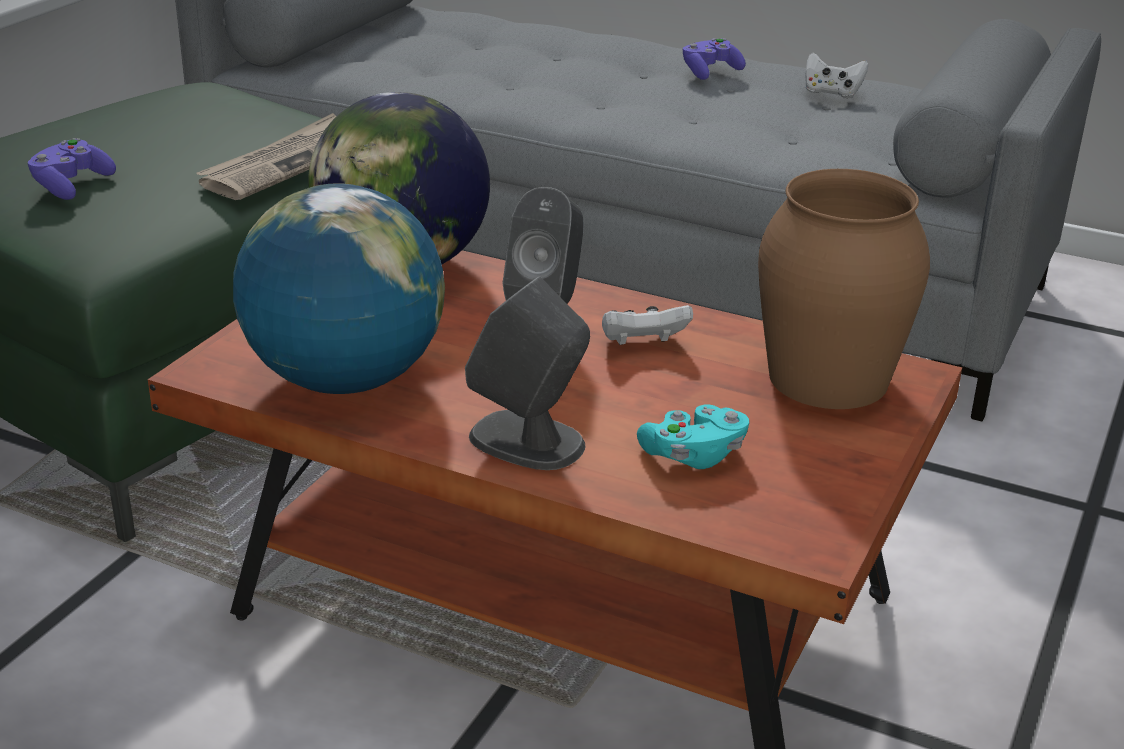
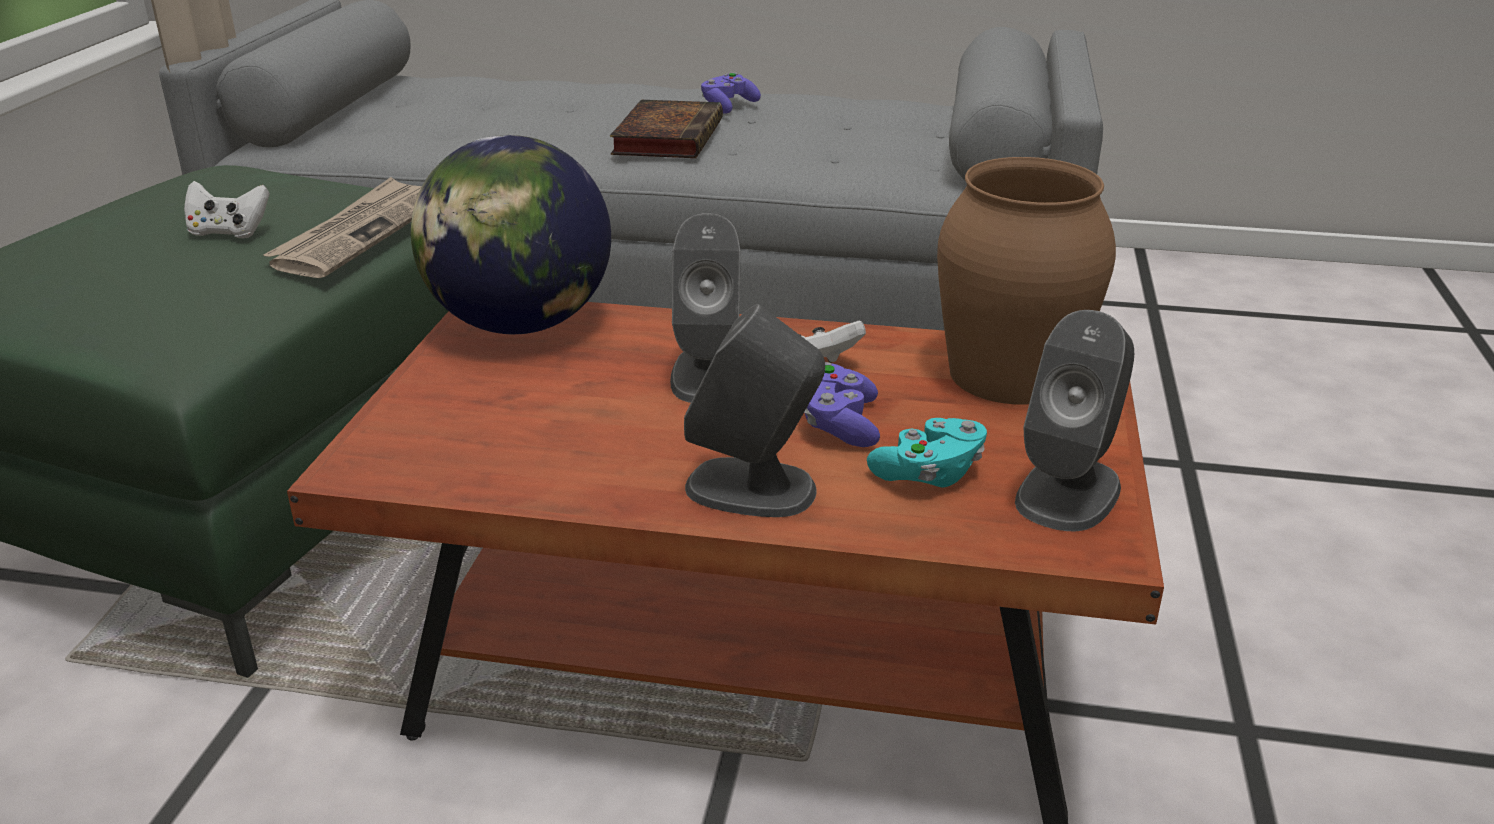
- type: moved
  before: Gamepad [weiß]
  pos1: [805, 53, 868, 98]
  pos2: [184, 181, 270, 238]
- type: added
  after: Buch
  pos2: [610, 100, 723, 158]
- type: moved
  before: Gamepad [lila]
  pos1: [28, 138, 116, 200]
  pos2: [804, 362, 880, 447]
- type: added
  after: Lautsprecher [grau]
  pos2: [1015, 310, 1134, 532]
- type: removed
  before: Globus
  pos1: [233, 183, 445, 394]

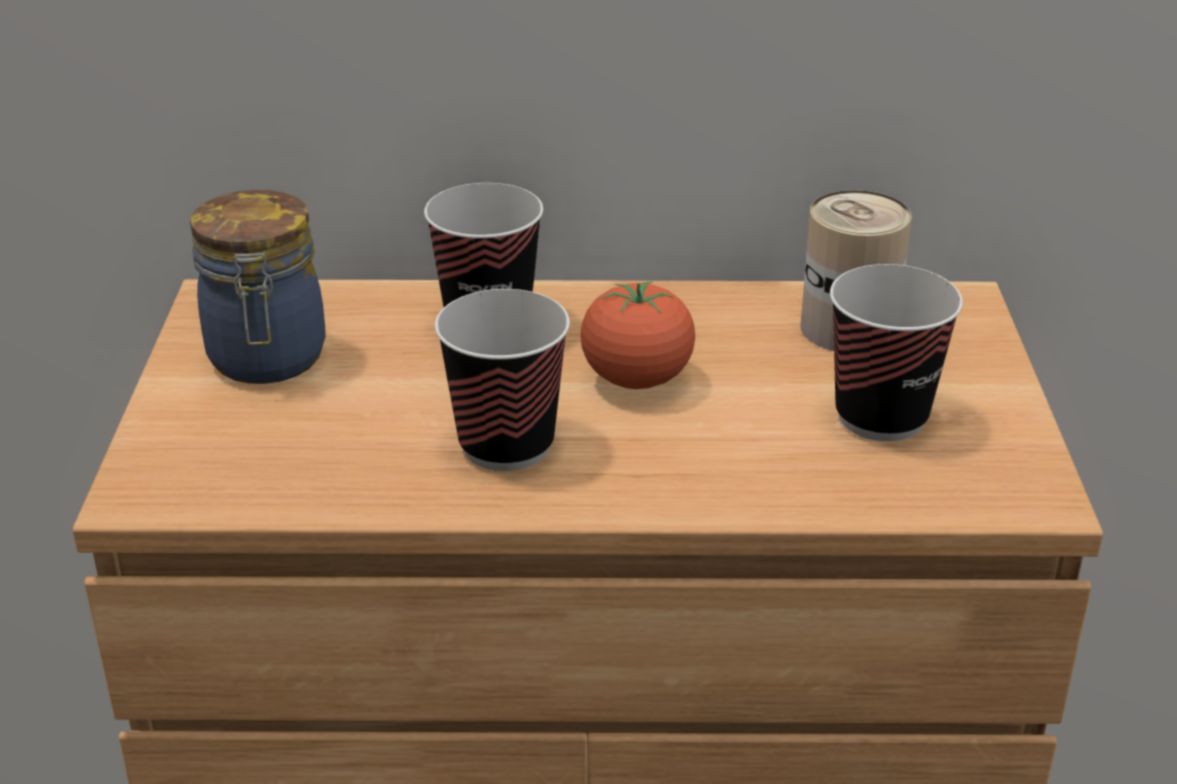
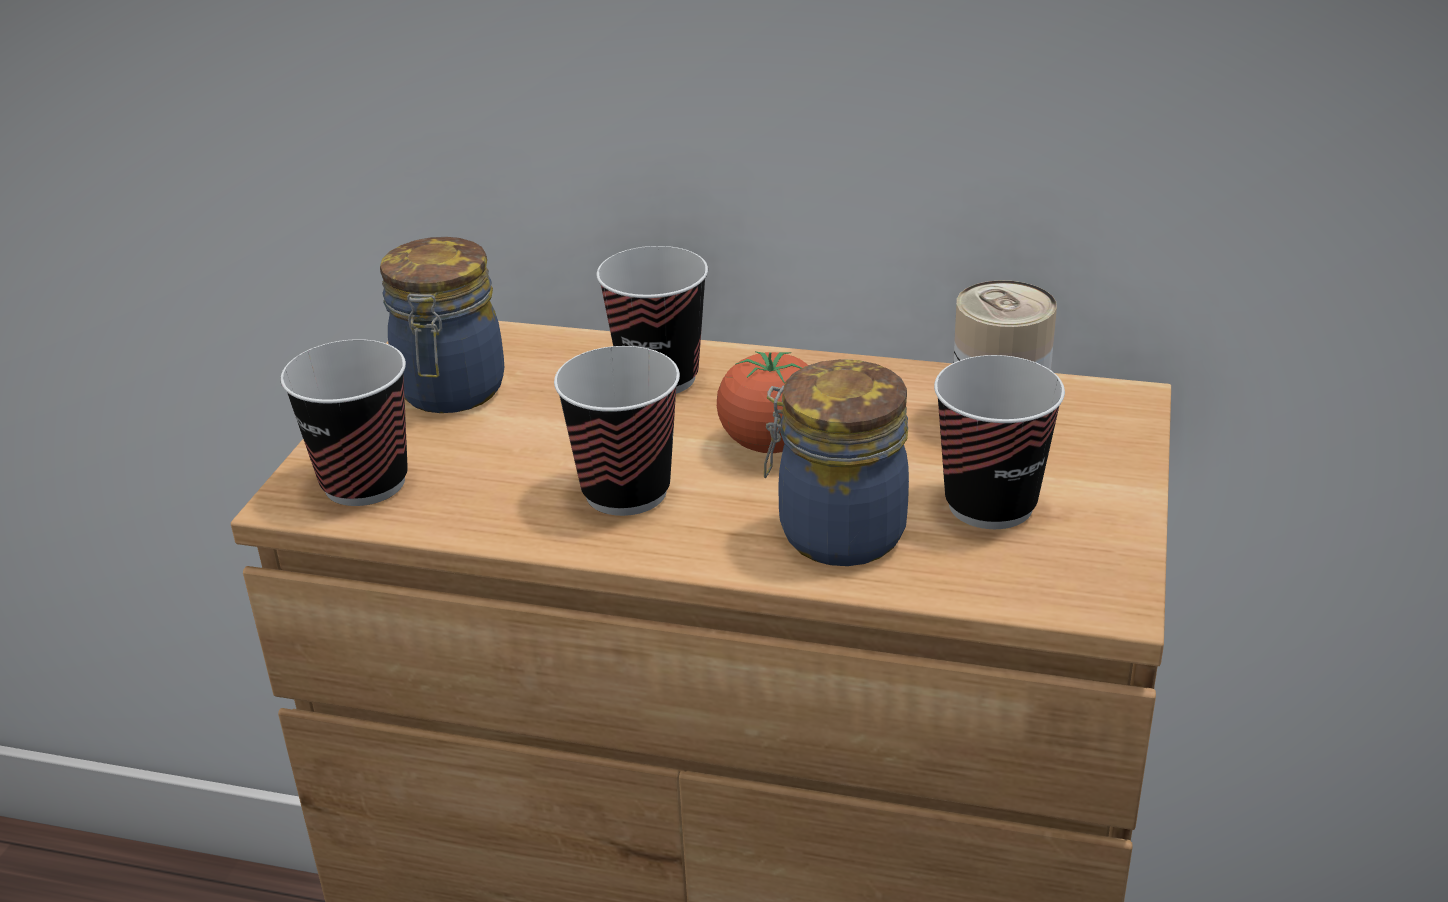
- type: added
  after: Tasse
  pos2: [281, 339, 408, 506]
- type: added
  after: Vorratsglas
  pos2: [764, 359, 909, 566]

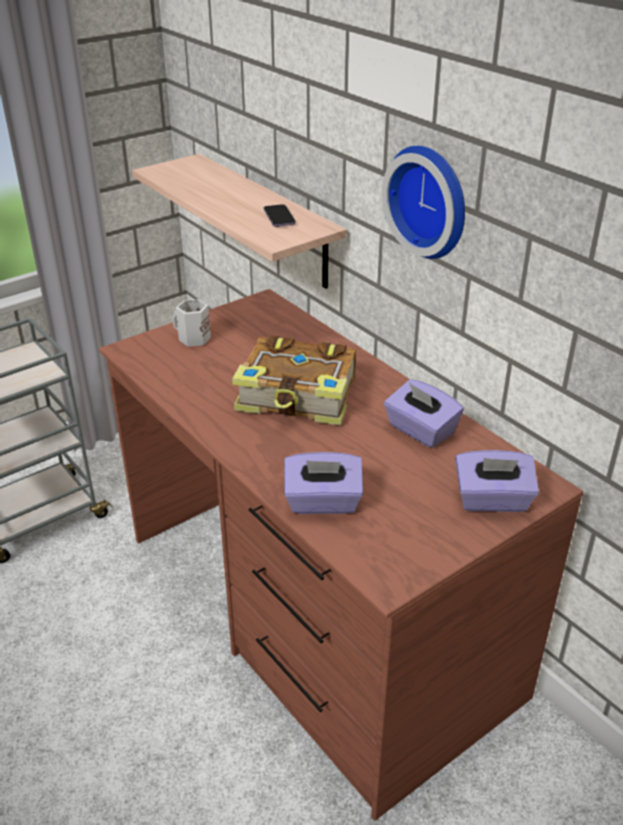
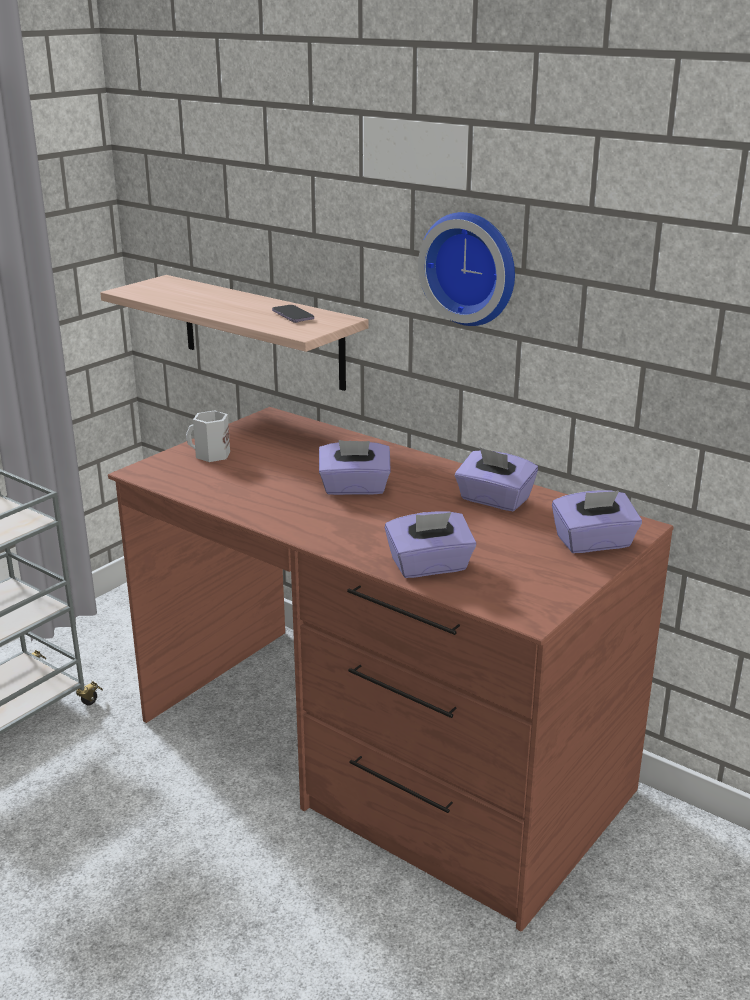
- type: replaced
  before: Buch
  after: Taschentuchbox [lila]
  pos1: [232, 335, 356, 425]
  pos2: [319, 440, 391, 495]

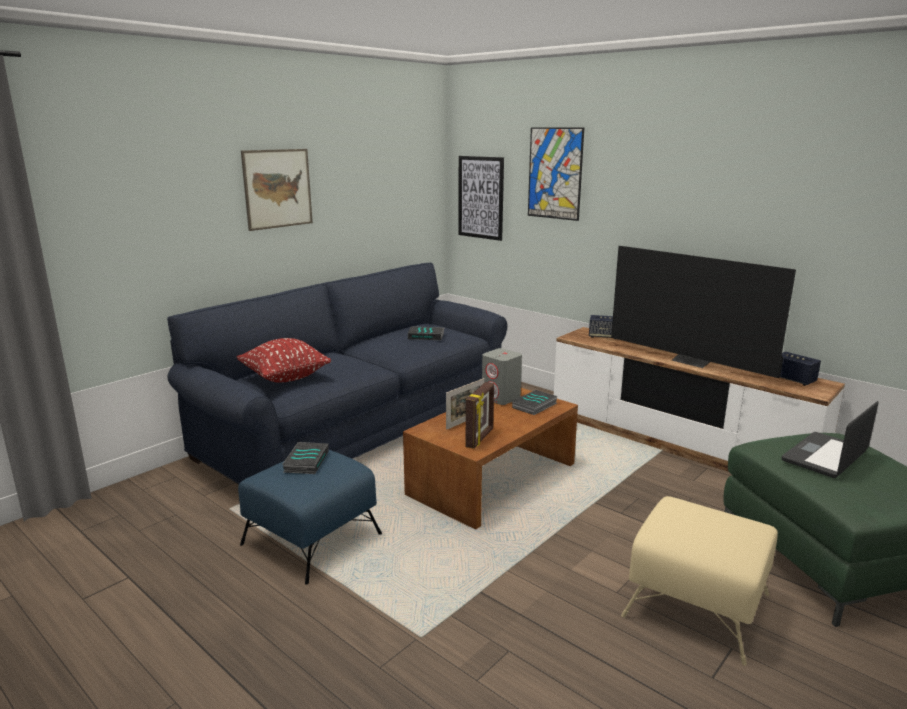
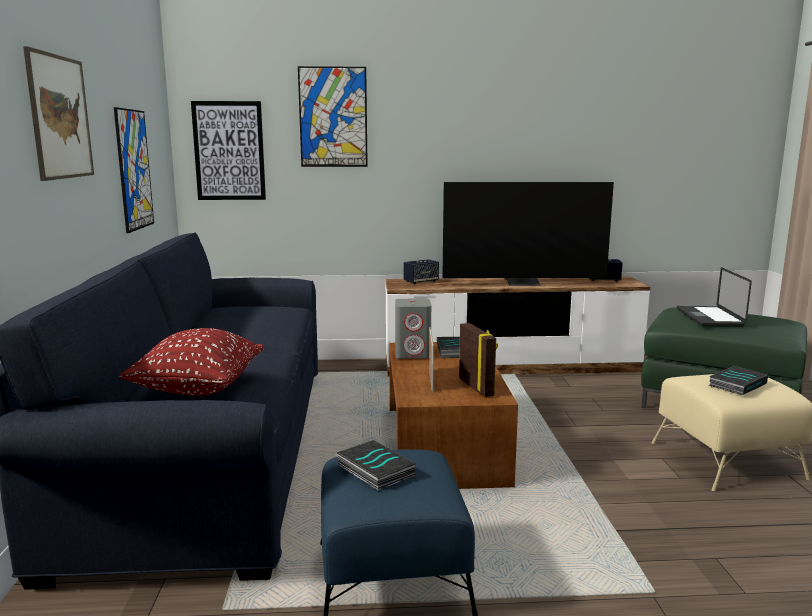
- type: added
  after: Bild
  pos2: [114, 107, 154, 233]
- type: moved
  before: Buch
  pos1: [408, 326, 444, 340]
  pos2: [709, 366, 768, 395]

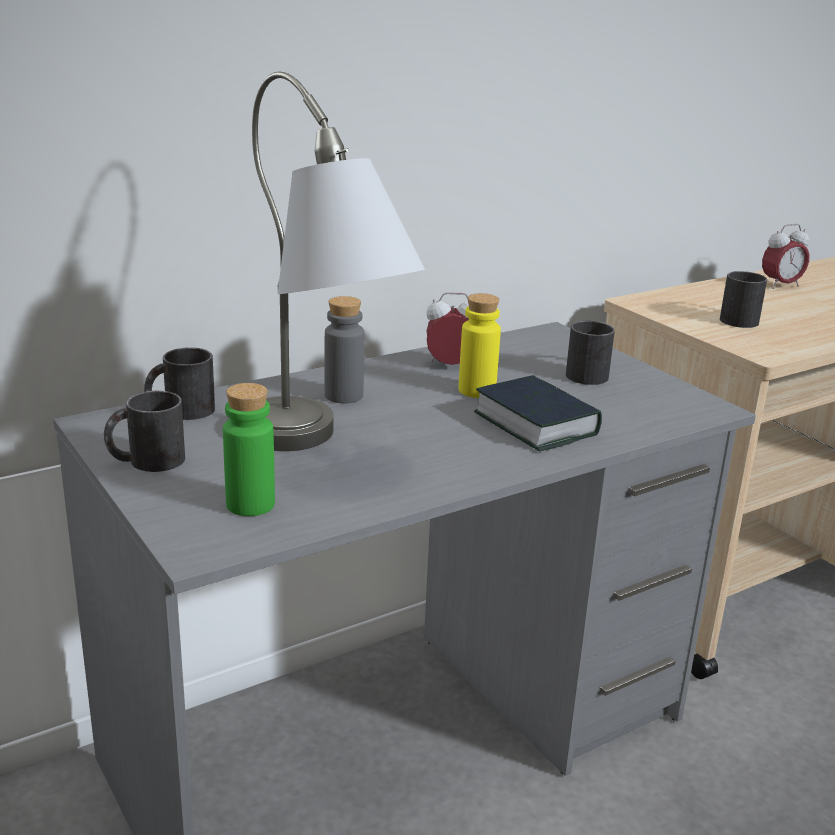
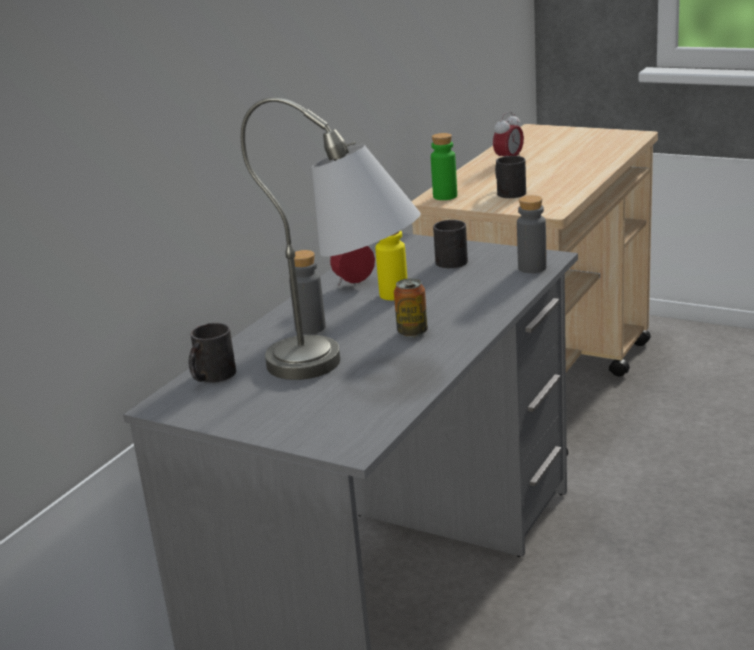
- type: added
  after: Dose
  pos2: [394, 278, 428, 337]
- type: moved
  before: Flasche [grün]
  pos1: [223, 383, 275, 516]
  pos2: [431, 133, 457, 200]
- type: added
  after: Flasche [grau]
  pos2: [517, 195, 547, 273]
- type: removed
  before: Henkelbecher [schwarz]
  pos1: [104, 391, 185, 472]
- type: removed
  before: Buch
  pos1: [474, 375, 602, 452]

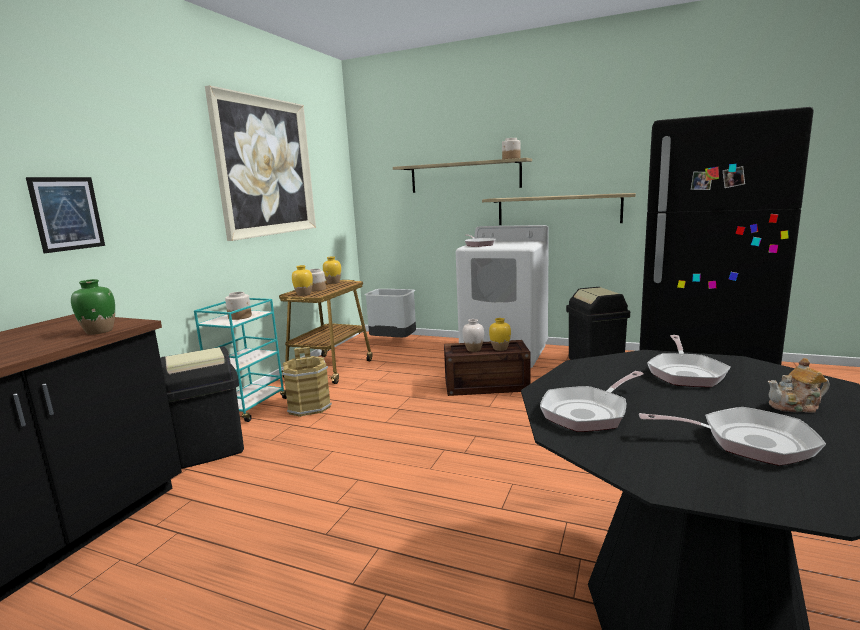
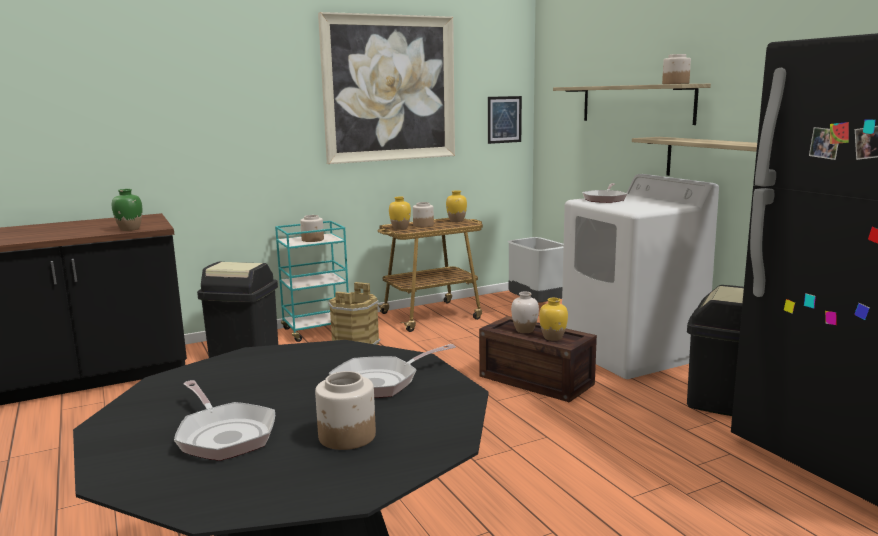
- type: replaced
  before: Teekanne
  after: Vorratsglas
  pos1: [768, 358, 830, 413]
  pos2: [315, 371, 376, 450]
- type: moved
  before: Bild
  pos1: [26, 177, 105, 253]
  pos2: [488, 96, 522, 144]
- type: removed
  before: Pfanne
  pos1: [540, 371, 644, 432]

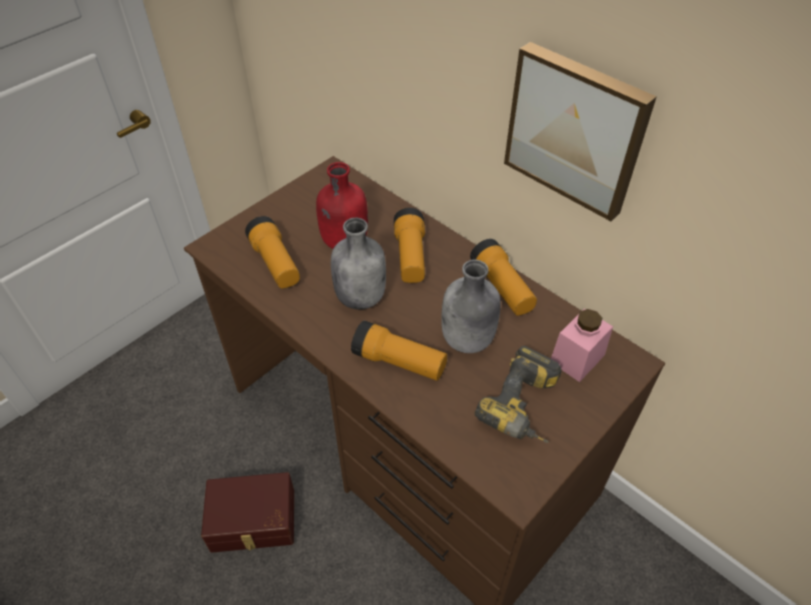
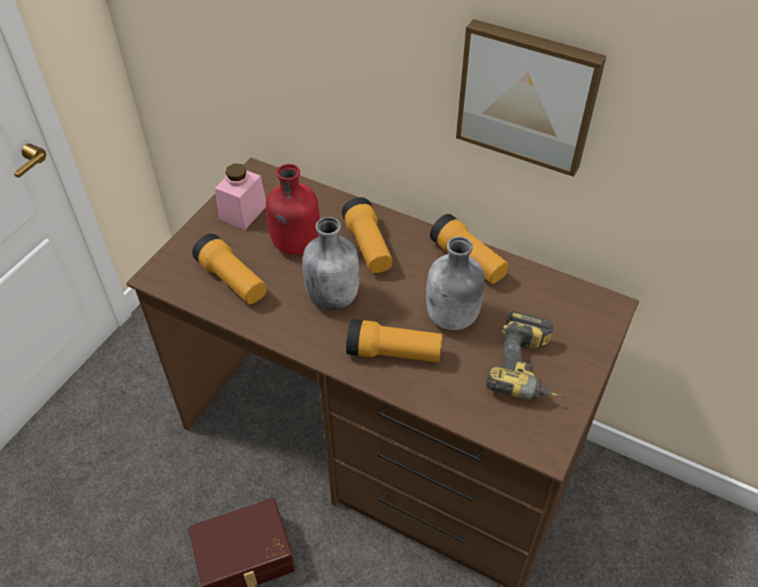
- type: moved
  before: Vorratsglas [rosa]
  pos1: [551, 309, 613, 382]
  pos2: [215, 164, 266, 230]

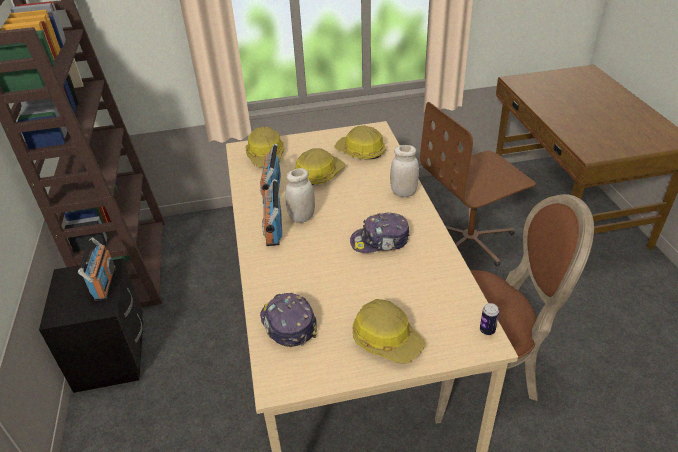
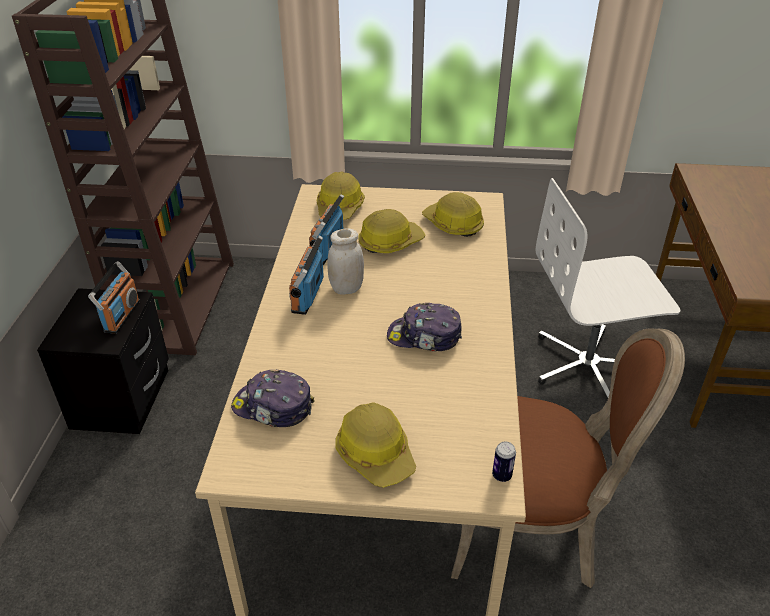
- type: turned
  before: Kappe
  pos1: [260, 293, 317, 347]
  pos2: [231, 370, 314, 427]
  turn: -60
- type: recoloured
  before: Bürostuhl [braun]
  after: Bürostuhl [weiß]
  pos1: [420, 102, 536, 267]
  pos2: [535, 178, 680, 398]
- type: removed
  before: Vorratsglas [weiß]
  pos1: [390, 145, 419, 197]

